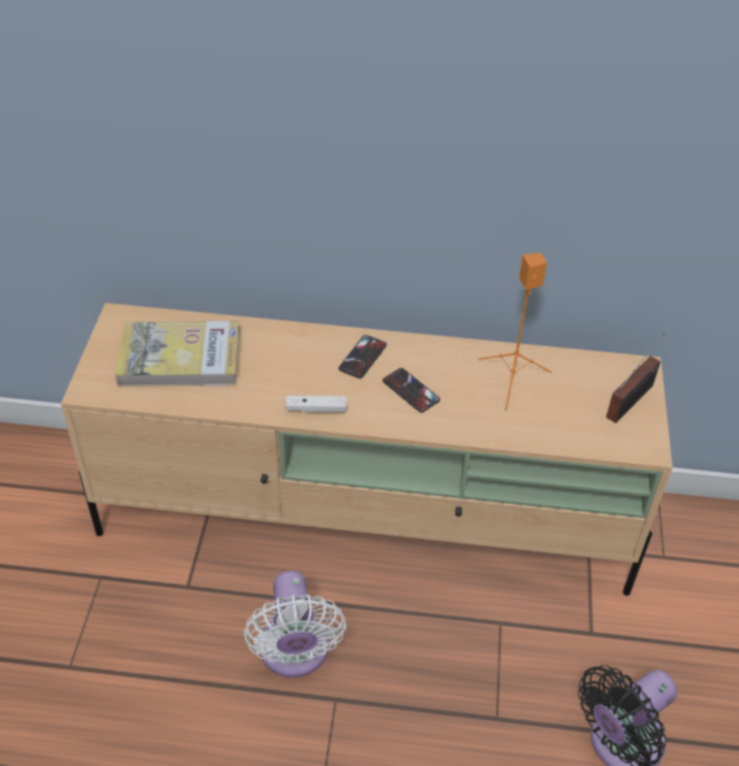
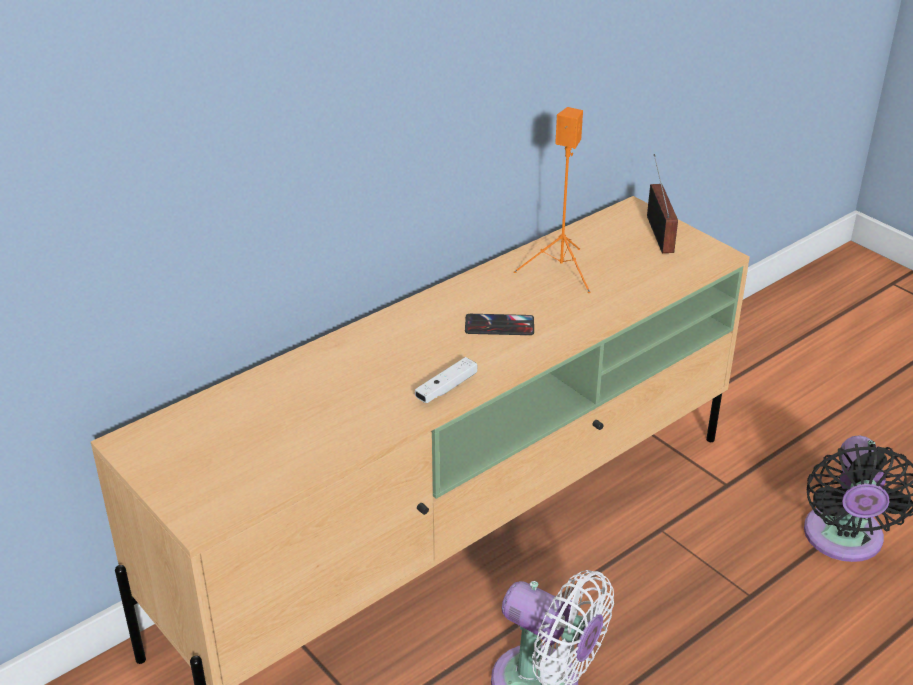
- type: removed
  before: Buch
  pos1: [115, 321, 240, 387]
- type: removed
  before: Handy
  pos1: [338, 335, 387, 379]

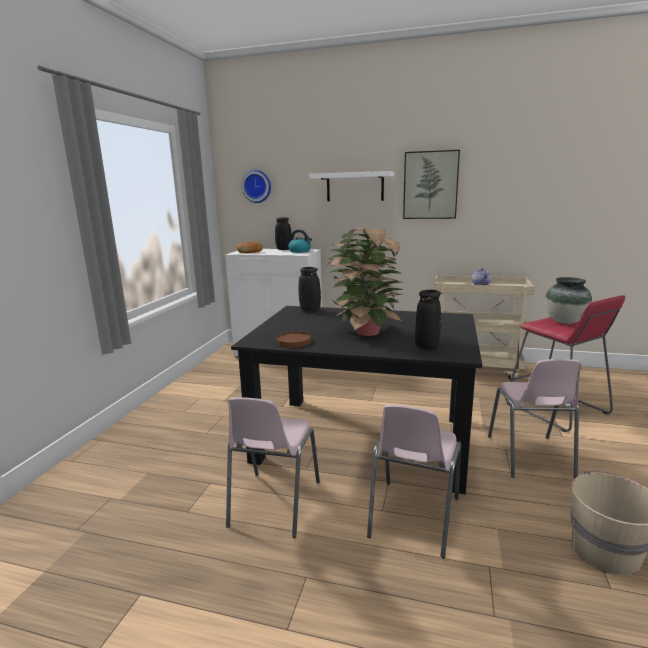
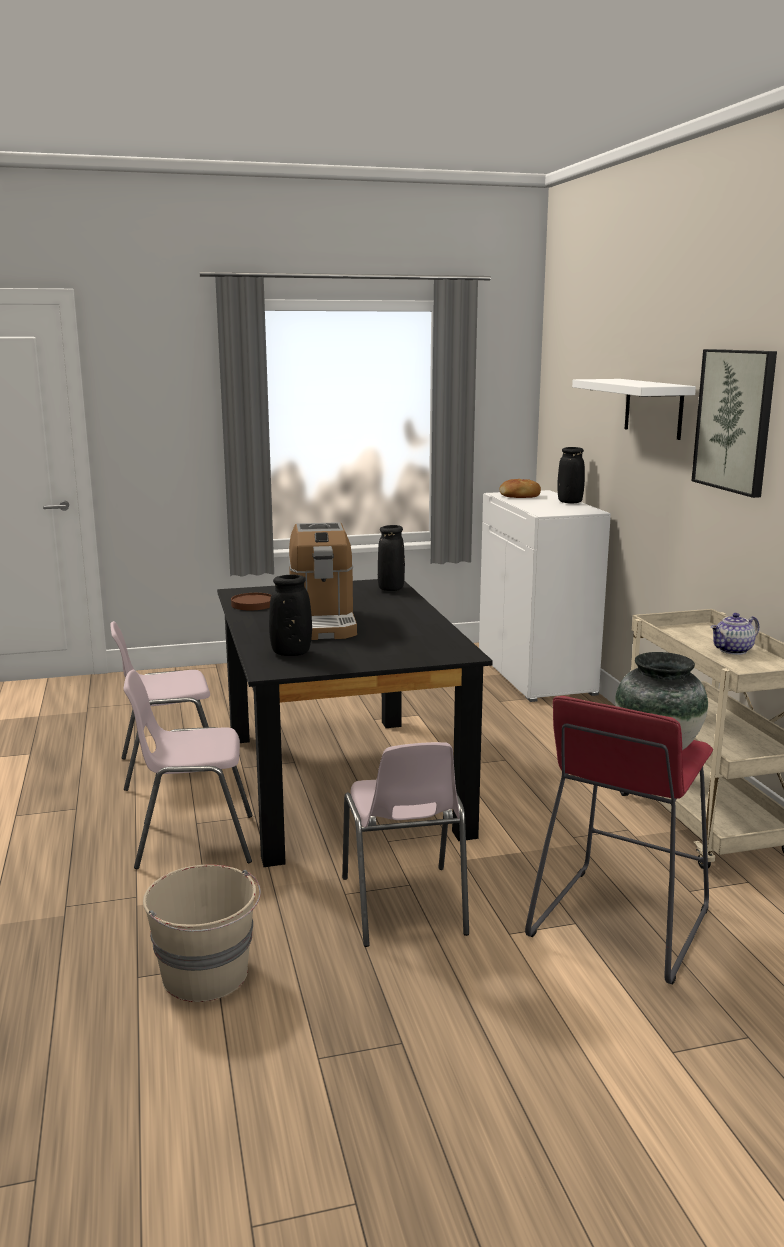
- type: replaced
  before: Topfpflanze
  after: Kaffeemaschine
  pos1: [327, 228, 404, 336]
  pos2: [288, 522, 357, 640]
- type: turned
  before: Stuhl [rosa]
  pos1: [488, 359, 582, 478]
  pos2: [342, 742, 469, 947]
  turn: -75
- type: removed
  before: Wanduhr
  pos1: [242, 170, 271, 203]
- type: removed
  before: Wasserkessel
  pos1: [288, 229, 312, 253]

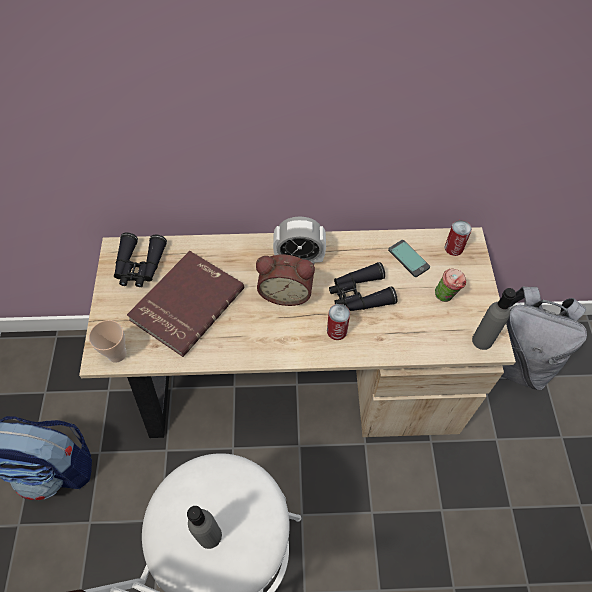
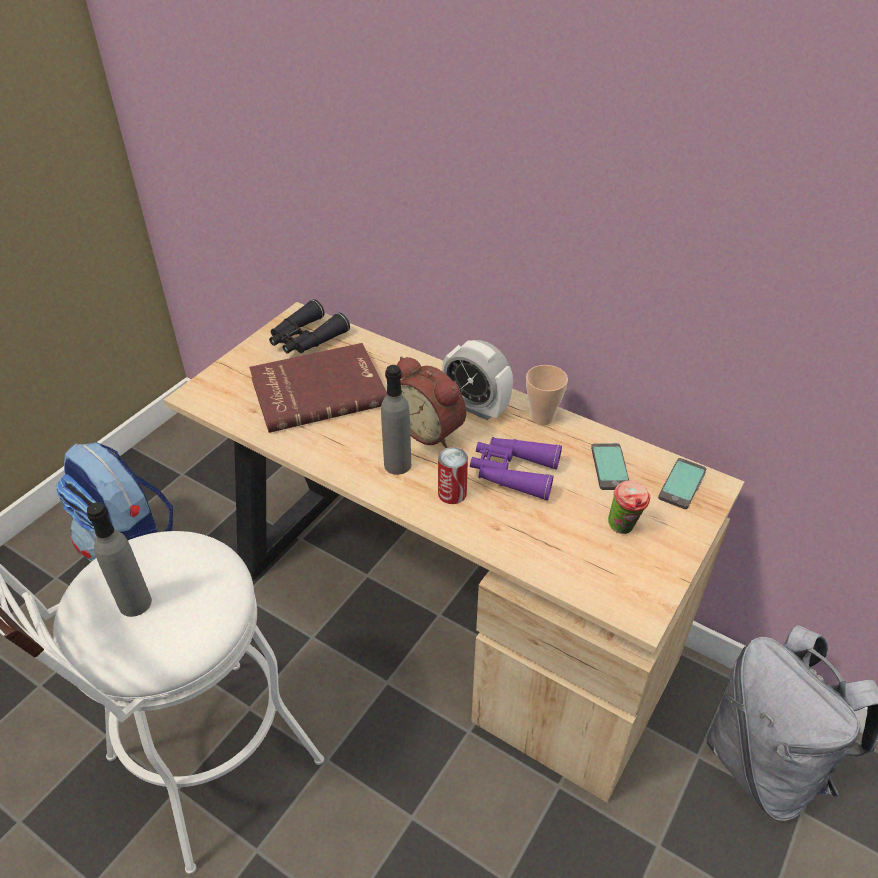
- type: moved
  before: Flasche [grau]
  pos1: [472, 288, 516, 350]
  pos2: [381, 365, 411, 475]
- type: recoloured
  before: Fernglas [schwarz]
  after: Fernglas [lila]
  pos1: [329, 262, 397, 311]
  pos2: [470, 437, 562, 501]
- type: moved
  before: Tasse
  pos1: [89, 320, 127, 363]
  pos2: [526, 365, 568, 425]
- type: replaced
  before: Dose
  after: Handy
  pos1: [445, 220, 472, 256]
  pos2: [658, 458, 706, 509]

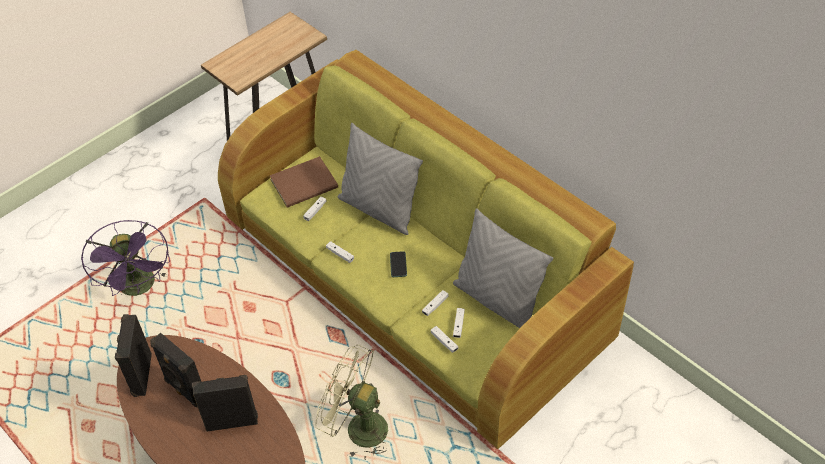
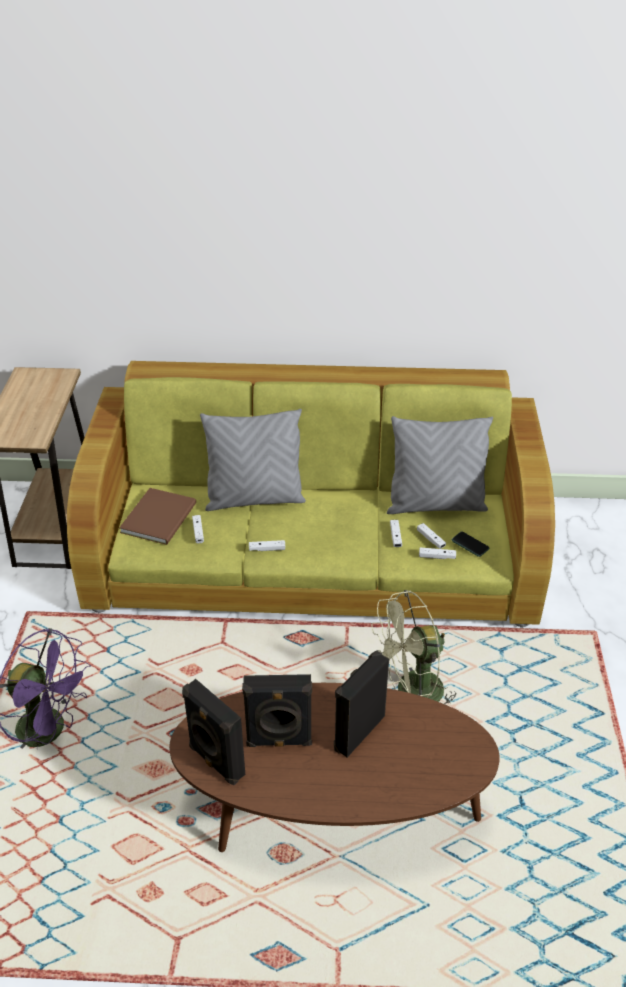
- type: moved
  before: Handy
  pos1: [390, 251, 407, 277]
  pos2: [452, 532, 490, 557]

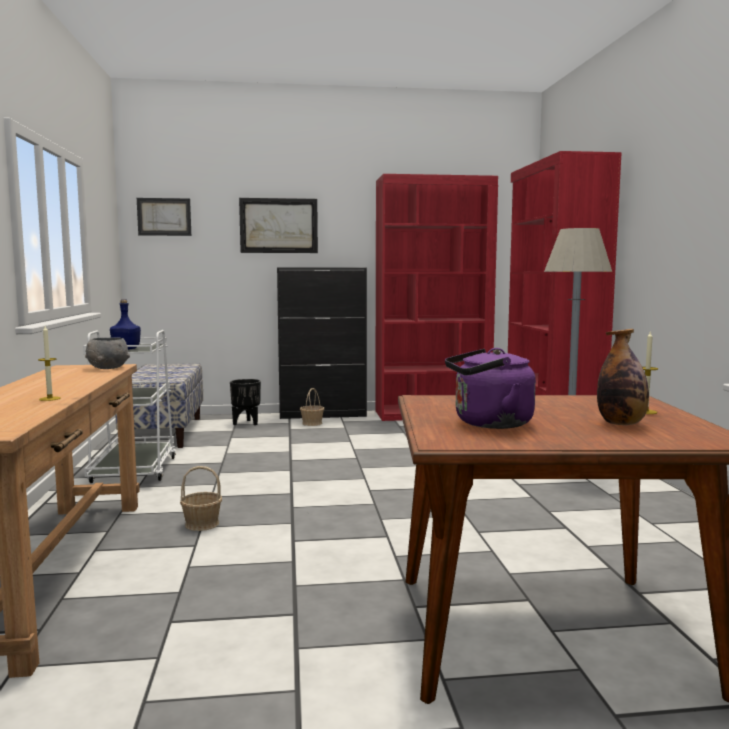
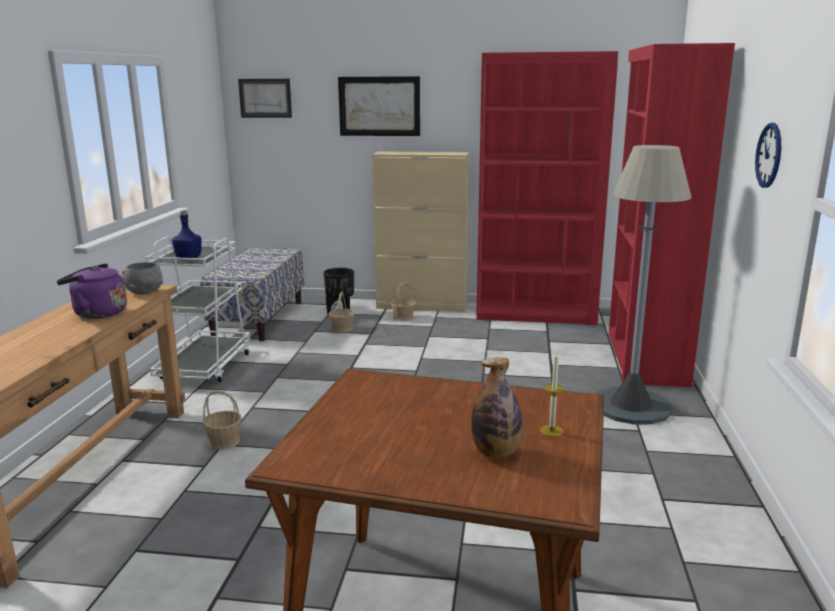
- type: moved
  before: Wasserkessel [lila]
  pos1: [445, 348, 536, 429]
  pos2: [57, 264, 127, 319]
- type: added
  after: Korb
  pos2: [329, 292, 355, 333]
- type: recoloured
  before: Schrank [schwarz]
  after: Schrank [beige]
  pos1: [277, 268, 367, 419]
  pos2: [372, 152, 469, 312]
- type: added
  after: Wanduhr
  pos2: [755, 123, 781, 188]
- type: removed
  before: Kerze
  pos1: [38, 326, 61, 401]

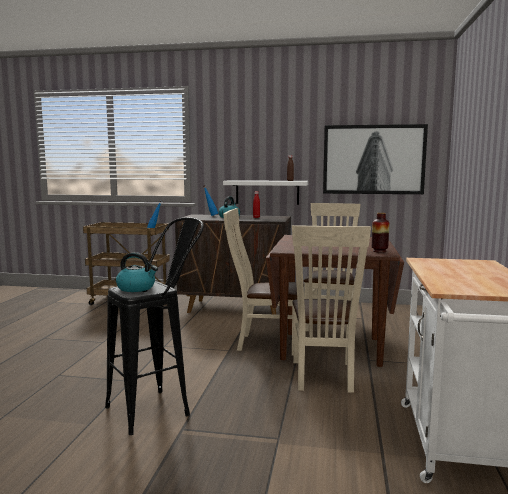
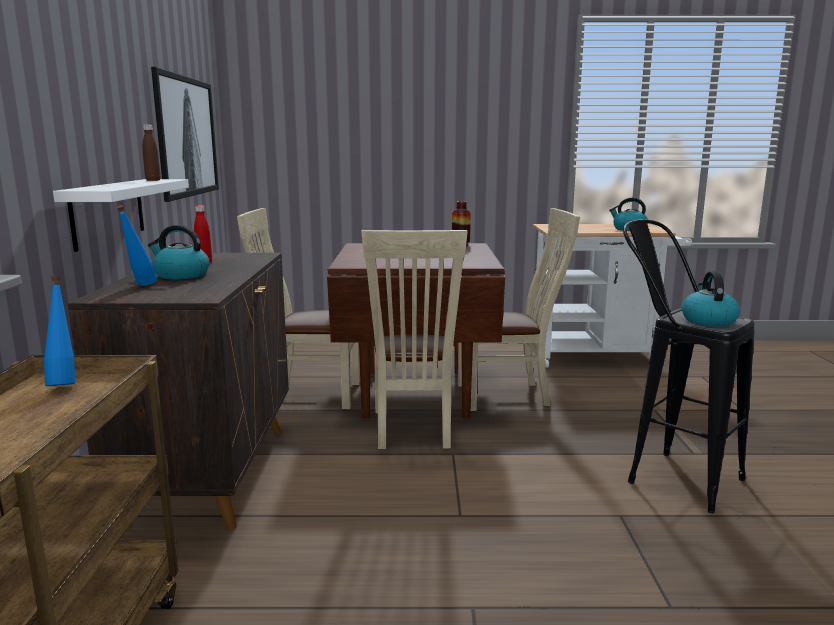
- type: added
  after: Wasserkessel
  pos2: [609, 198, 648, 231]

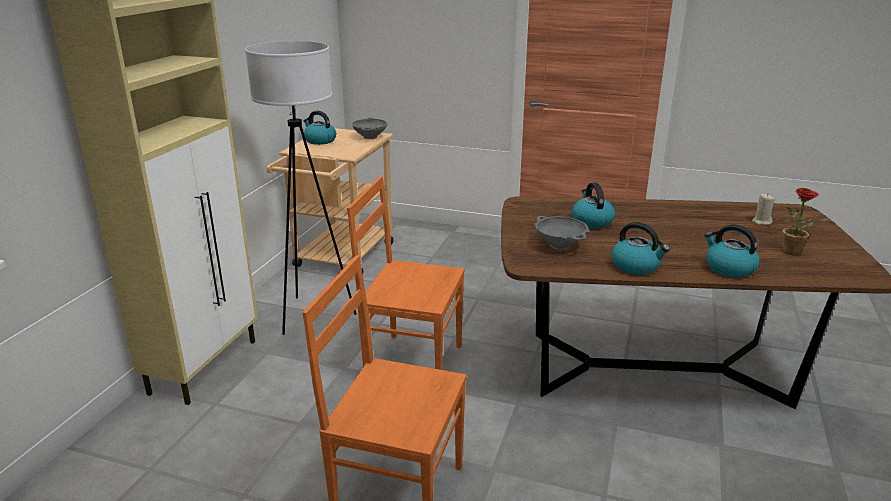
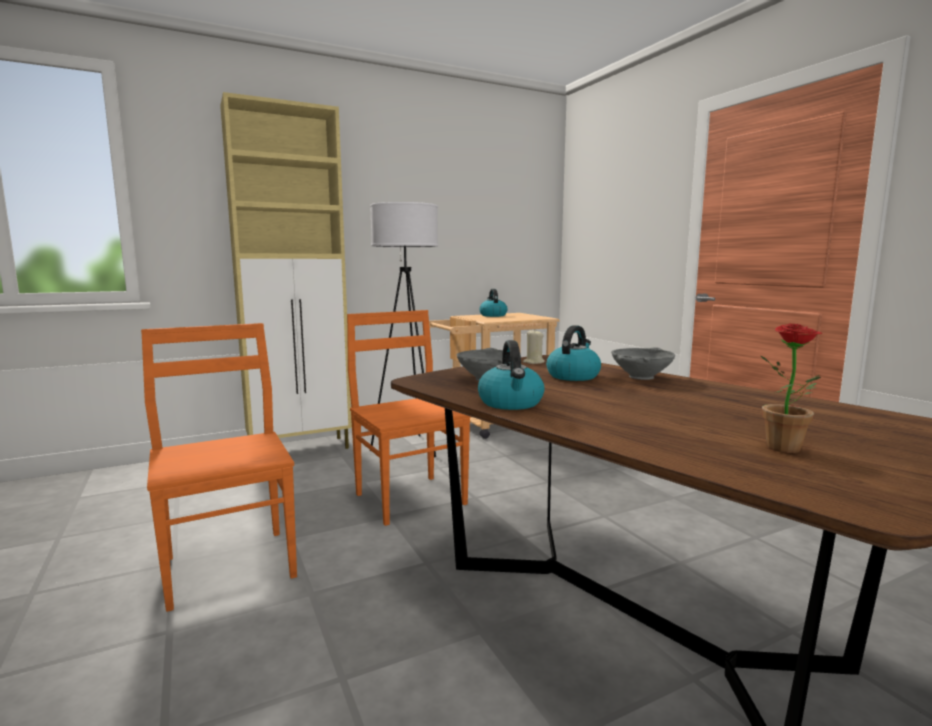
- type: moved
  before: Kerze [beige]
  pos1: [752, 194, 775, 225]
  pos2: [523, 329, 545, 364]
- type: moved
  before: Schüssel [grau]
  pos1: [352, 117, 388, 139]
  pos2: [611, 348, 675, 380]
- type: removed
  before: Wasserkessel
  pos1: [704, 224, 760, 278]

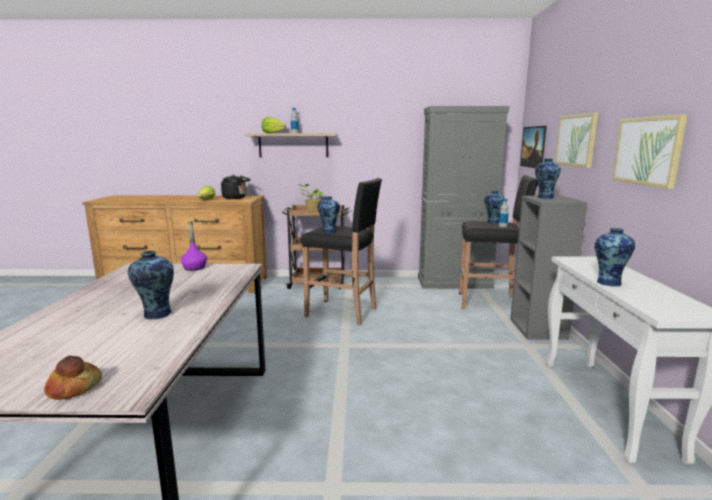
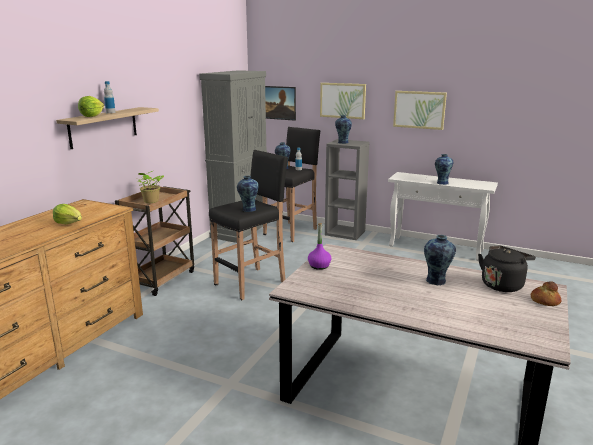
- type: moved
  before: Wasserkessel [schwarz]
  pos1: [221, 175, 250, 199]
  pos2: [478, 245, 536, 292]

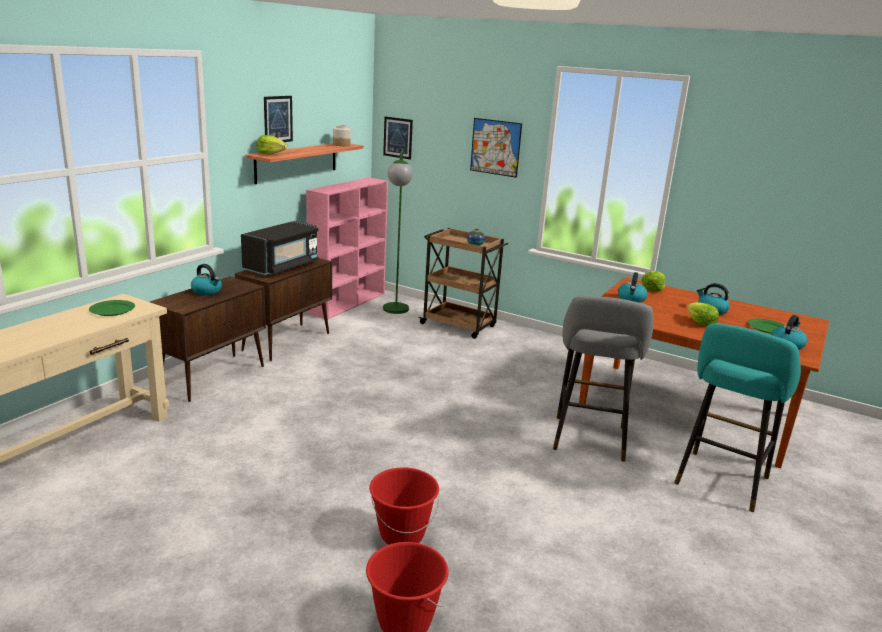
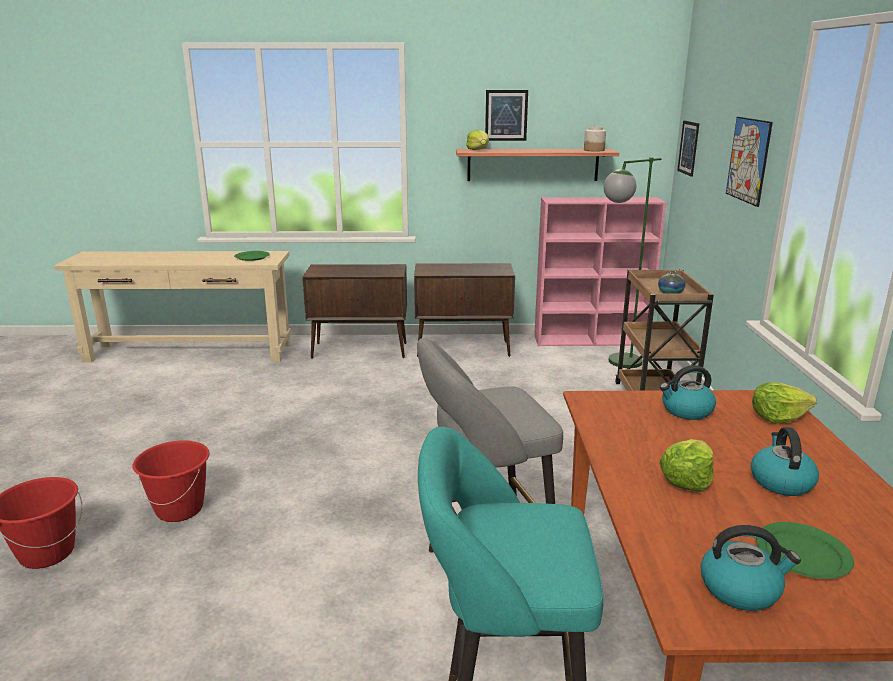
- type: removed
  before: Wasserkessel
  pos1: [191, 264, 222, 295]
- type: removed
  before: Mikrowelle [schwarz]
  pos1: [241, 221, 319, 275]

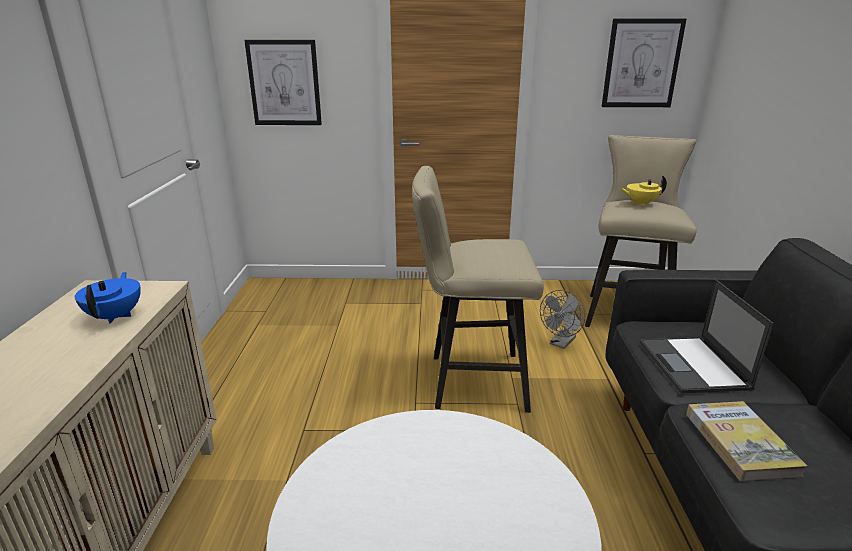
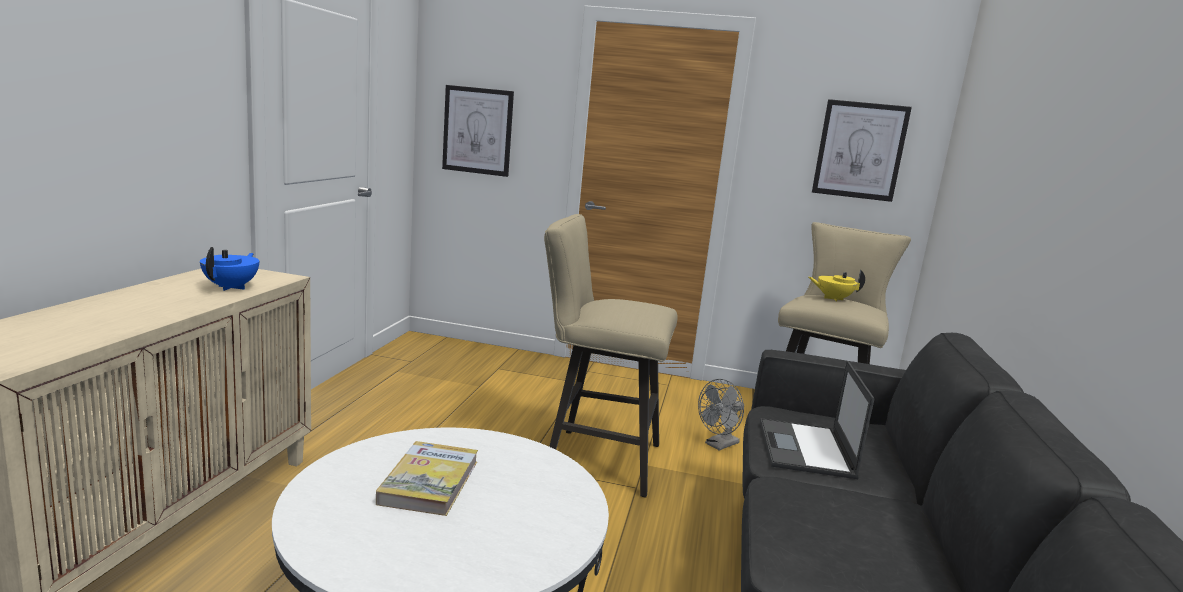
- type: moved
  before: Buch
  pos1: [686, 401, 807, 481]
  pos2: [376, 441, 478, 516]

